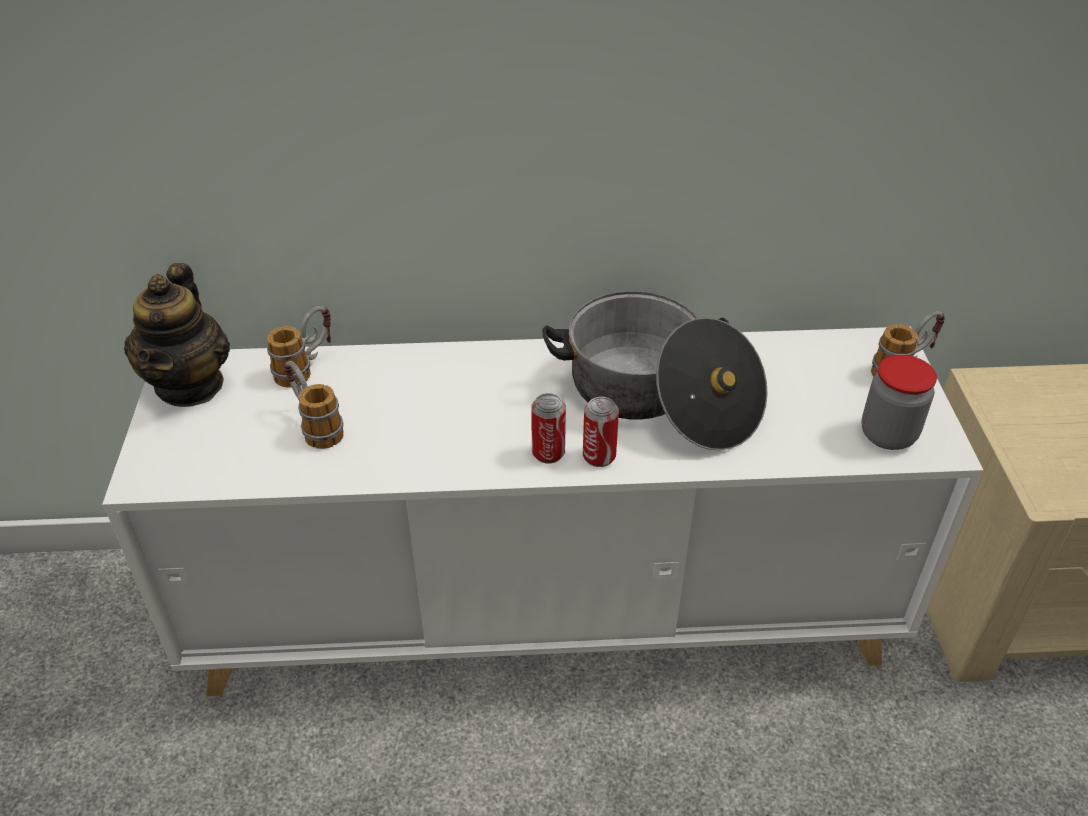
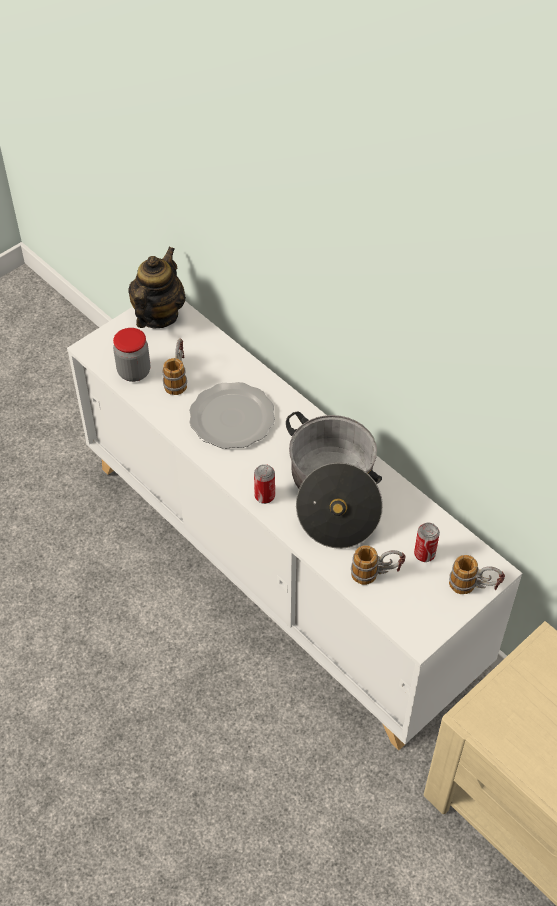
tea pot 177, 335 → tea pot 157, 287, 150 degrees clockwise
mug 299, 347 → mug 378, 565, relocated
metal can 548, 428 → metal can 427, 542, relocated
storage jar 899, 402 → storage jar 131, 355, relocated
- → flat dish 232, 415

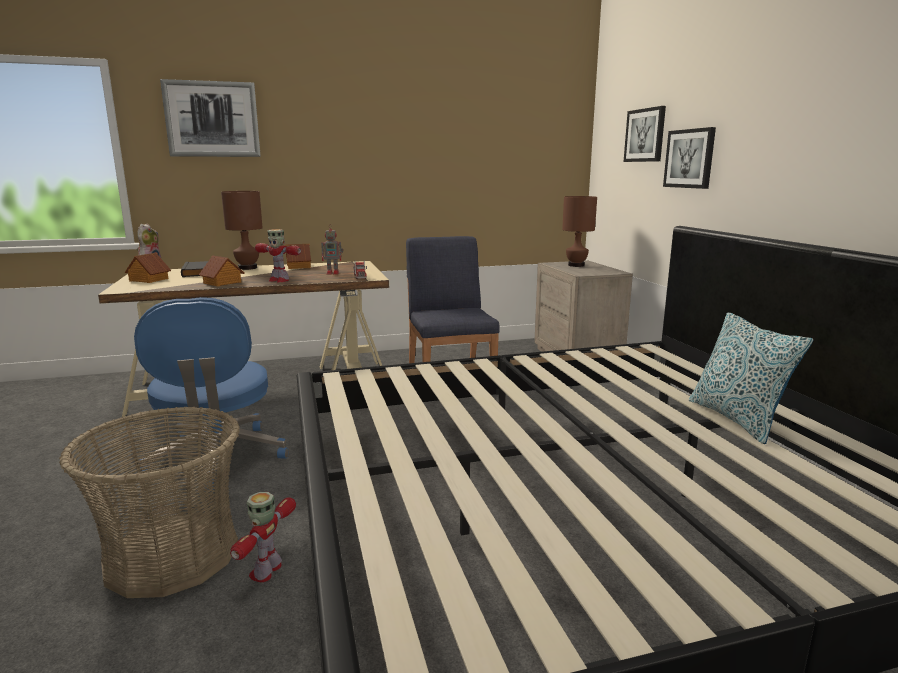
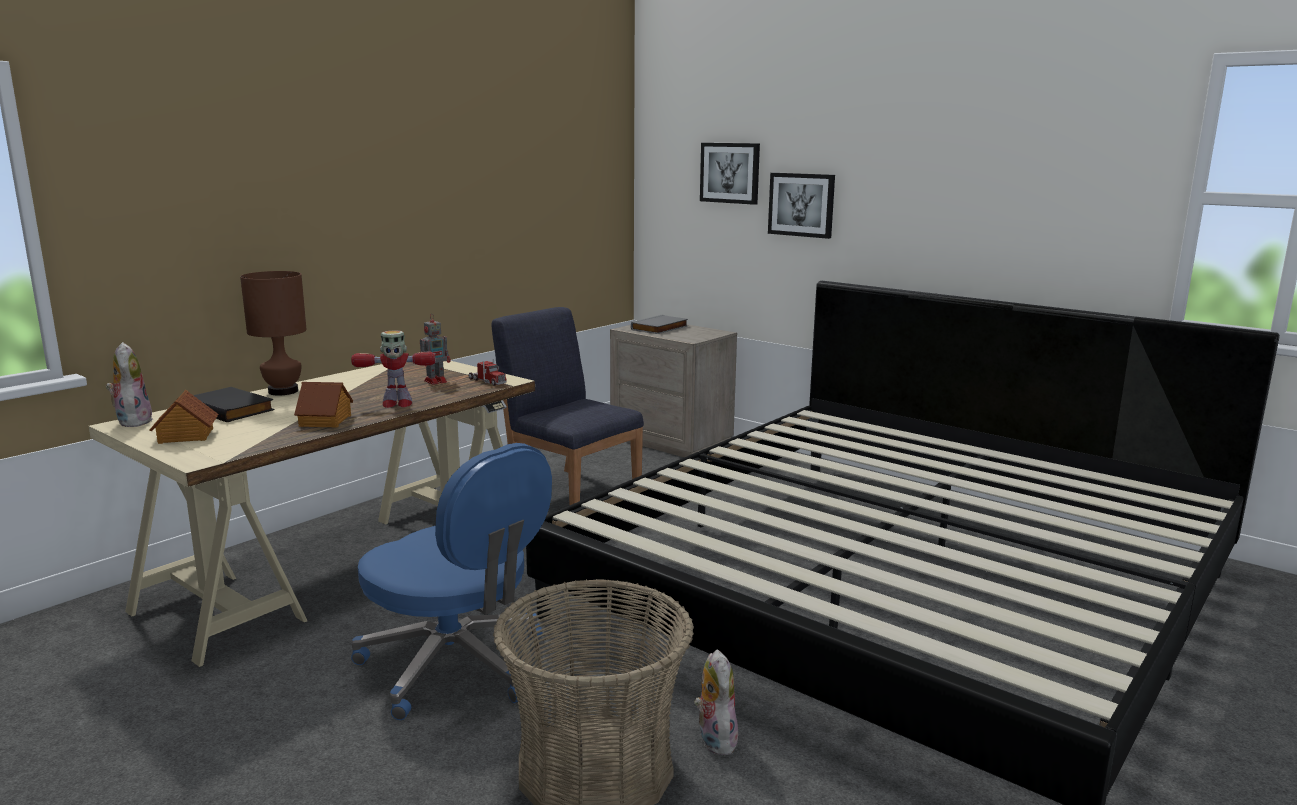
wall picture 210, 118 → -
robot figure 263, 537 → cuddly toy 716, 702
miniature house 298, 256 → -
brownish table lamp 579, 231 → grey volume 659, 324
throw pillow 751, 378 → -

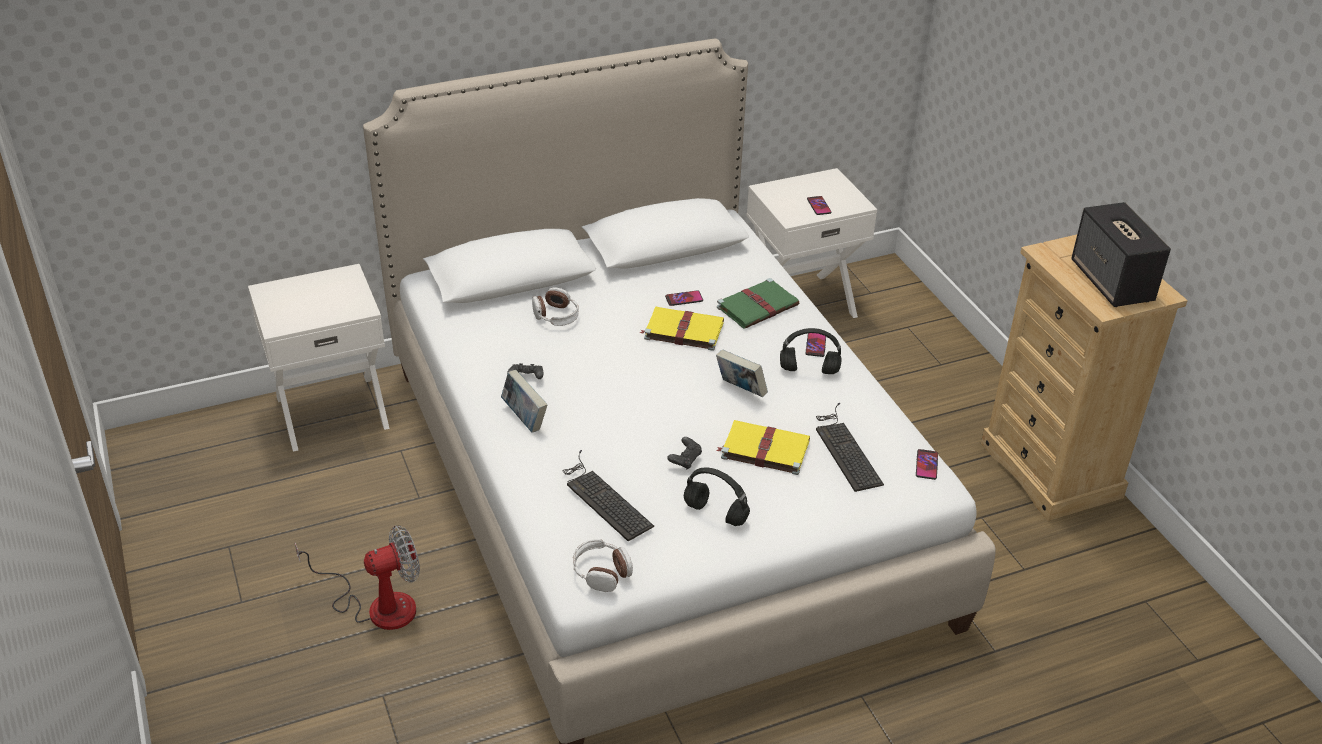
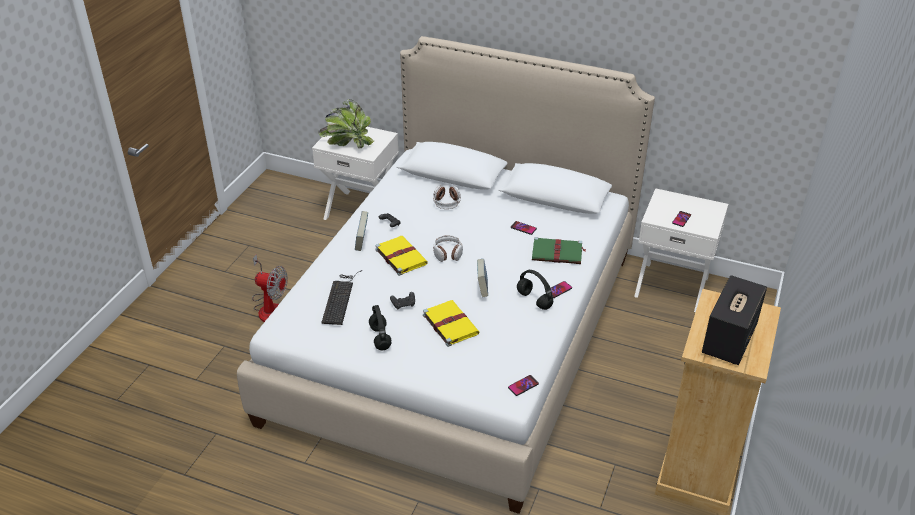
headset 603, 565 → headset 448, 248, relocated
yellow-coloured volume 682, 329 → yellow-coloured volume 401, 256, relocated
keyboard 850, 447 → -
- → potted plant 346, 124

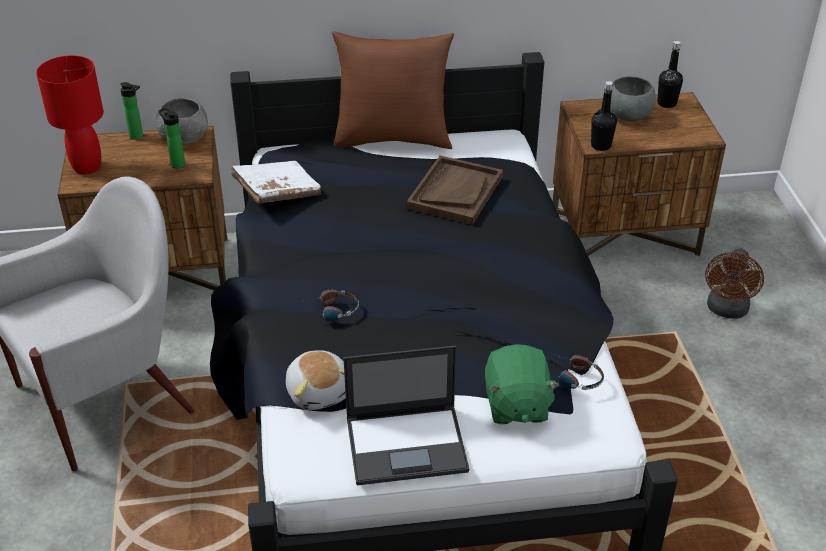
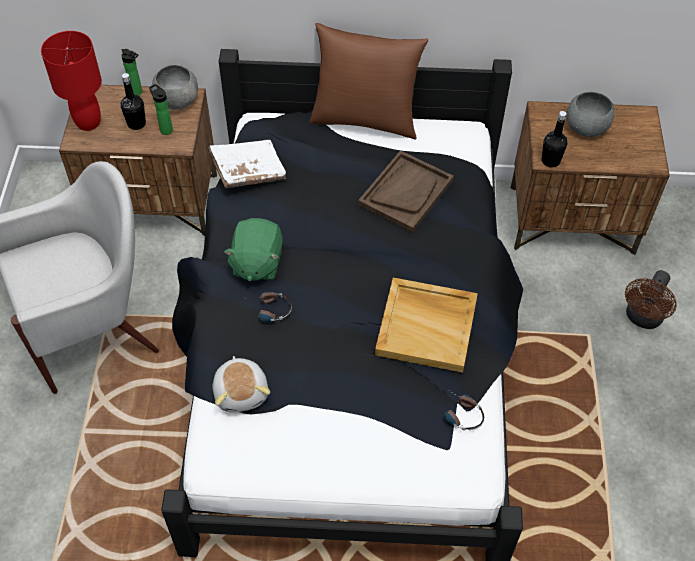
laptop 406, 416 → -
green-coloured cuddly toy 522, 384 → green-coloured cuddly toy 253, 250, relocated
black-coloured drink bottle 670, 74 → black-coloured drink bottle 133, 101, relocated
- → beige tray 426, 325

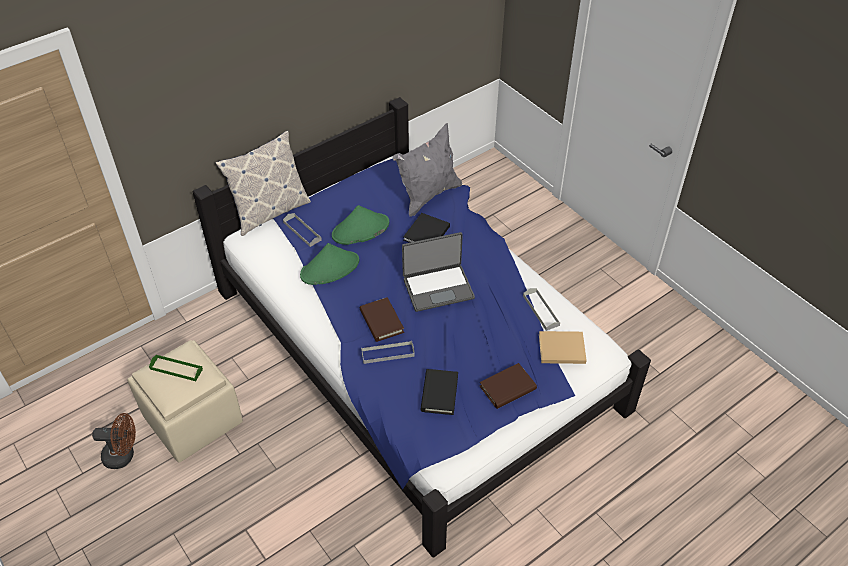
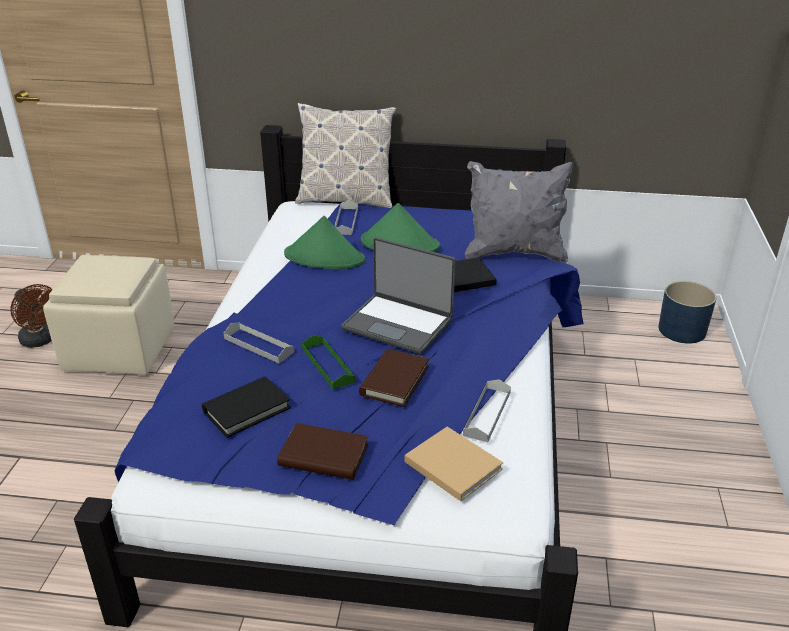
green-coloured tray 176, 367 → green-coloured tray 328, 362, relocated
brownish volume 382, 319 → brownish volume 394, 378, relocated
- → bluish flower pot 687, 312

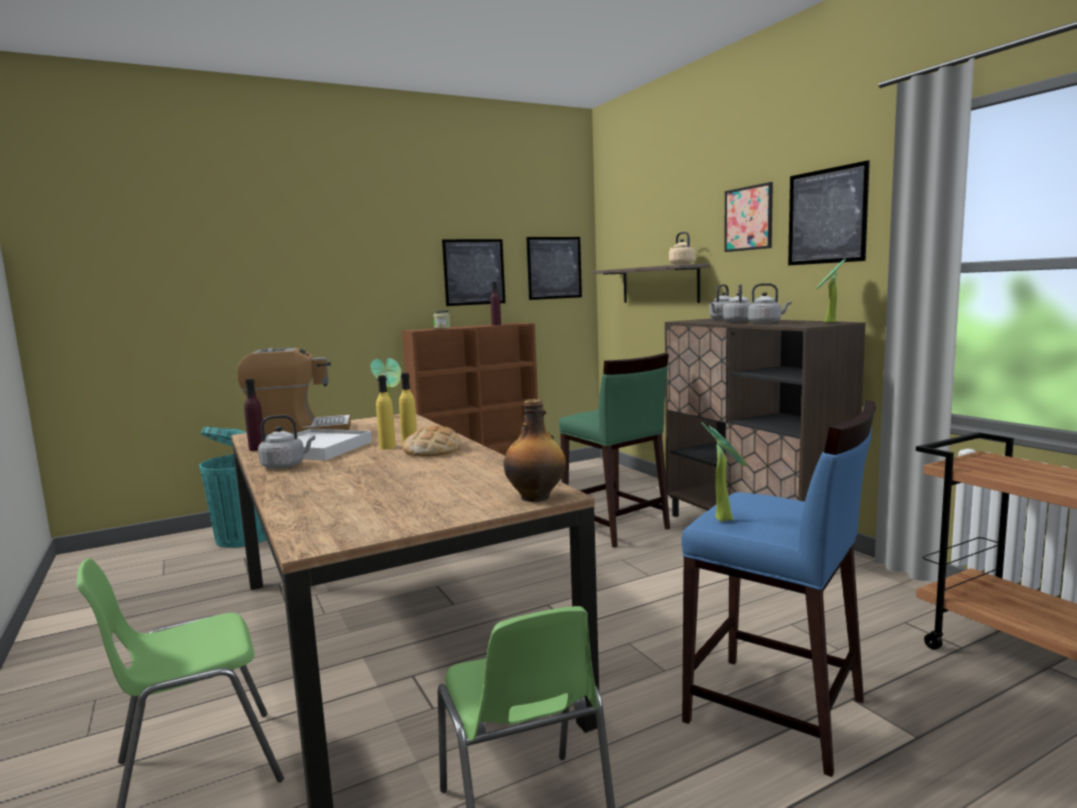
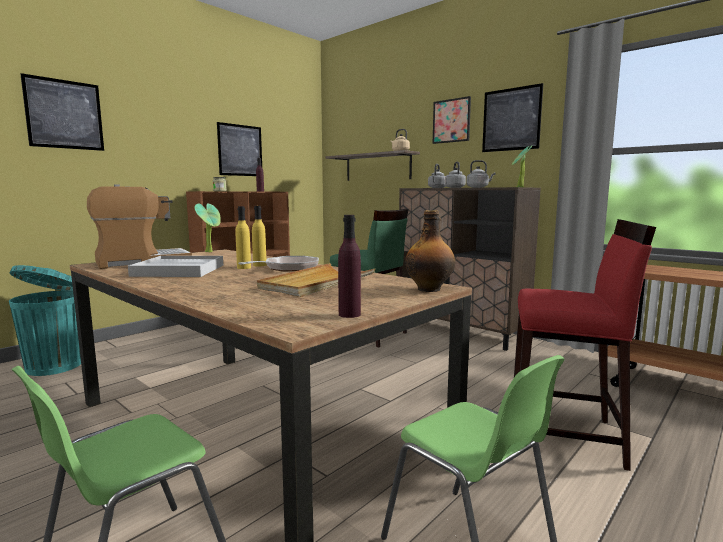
purplish drink bottle 253, 415 → purplish drink bottle 349, 266, relocated
grey kettle 286, 442 → -
baked bread 432, 441 → skillet 278, 263
wall picture 554, 268 → wall picture 62, 112, relocated
bluish stool seat 778, 588 → reddish stool seat 585, 345
potted plant 725, 472 → -
- → beige tray 316, 280

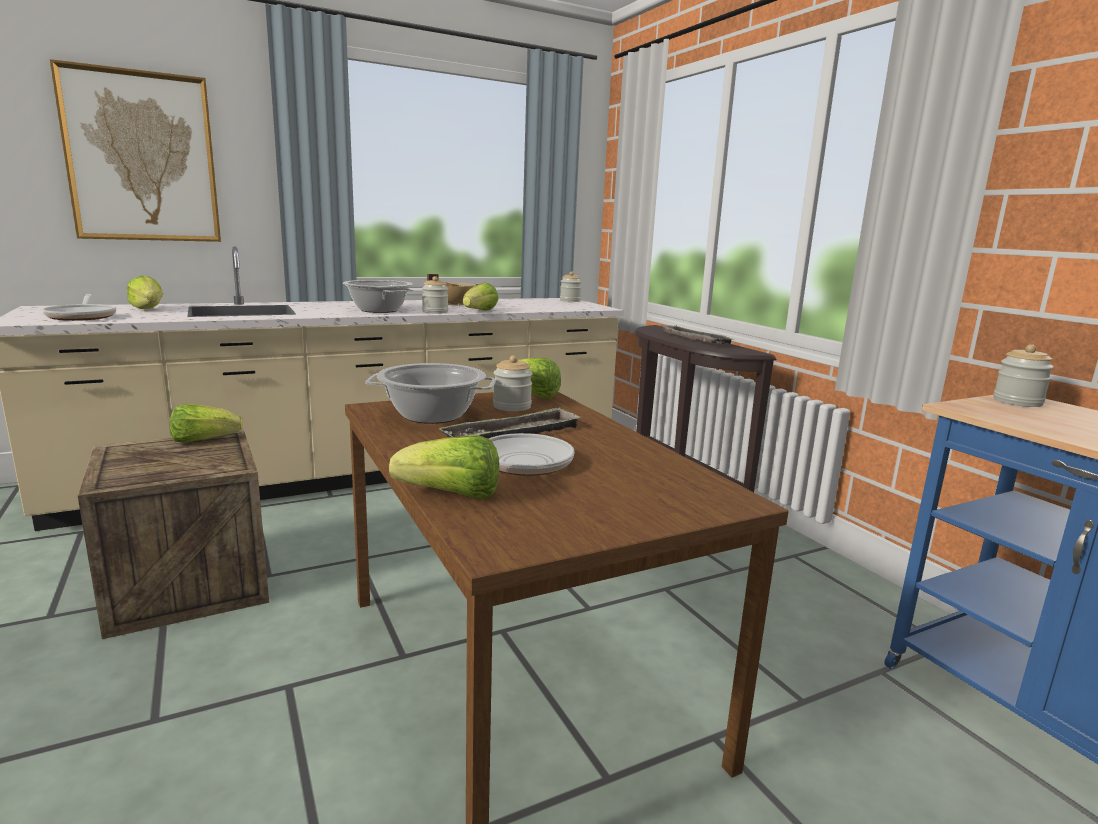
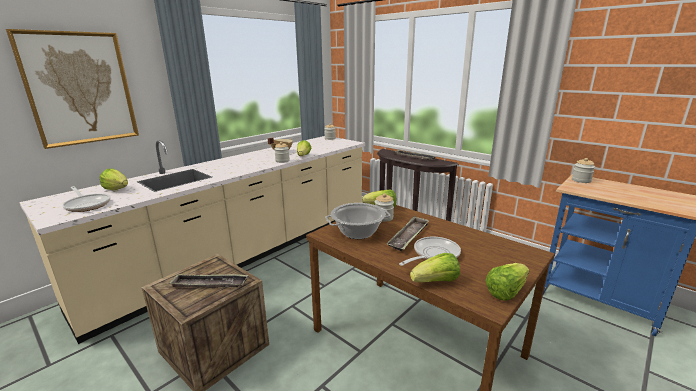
head of lettuce 206, 423 → head of lettuce 507, 282, relocated
cooking pot 378, 296 → -
- → tray 208, 281

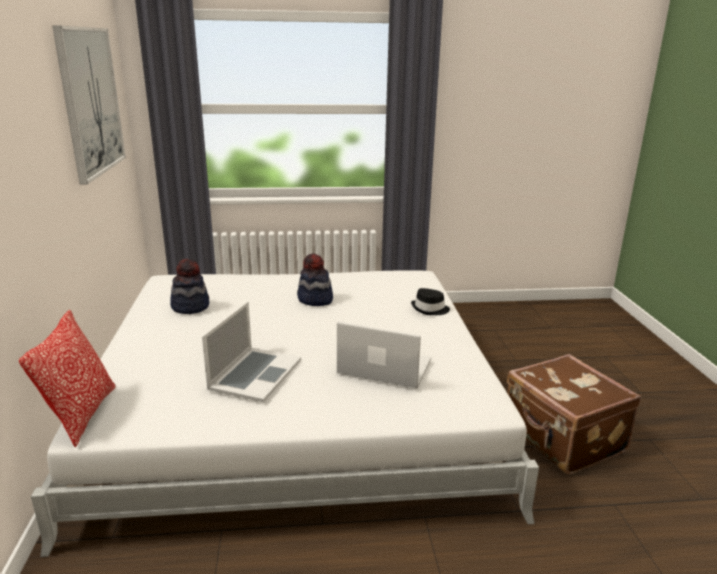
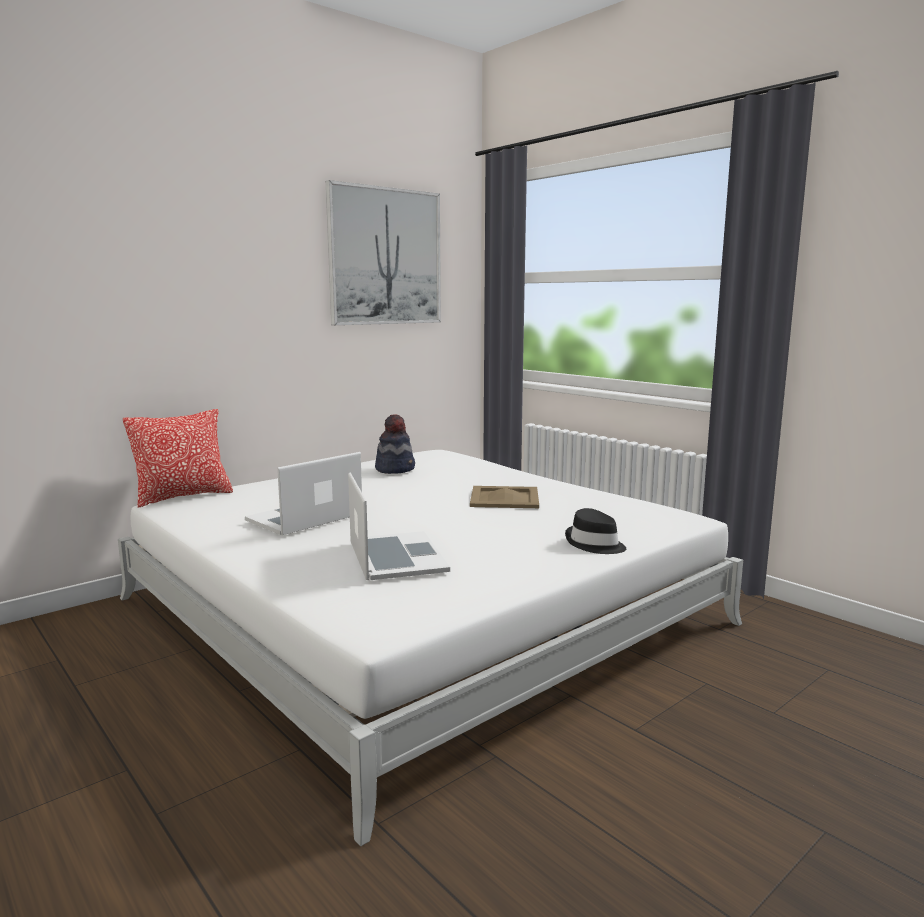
laptop 251, 352 → laptop 303, 493, 150 degrees clockwise
hat 315, 280 → beige tray 504, 497
brownish suitcase 574, 414 → -

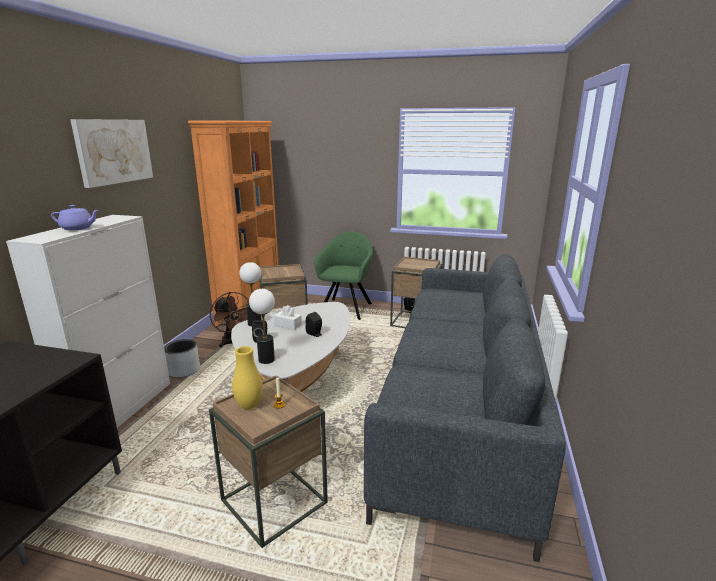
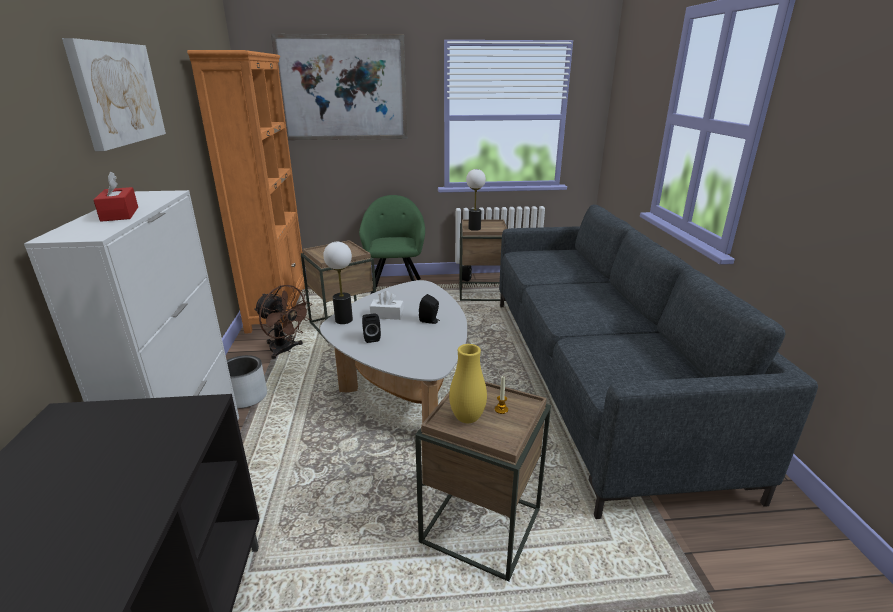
purplish tea pot 75, 217 → reddish tissue box 116, 197
table lamp 262, 326 → table lamp 476, 200, relocated
- → wall picture 339, 87

